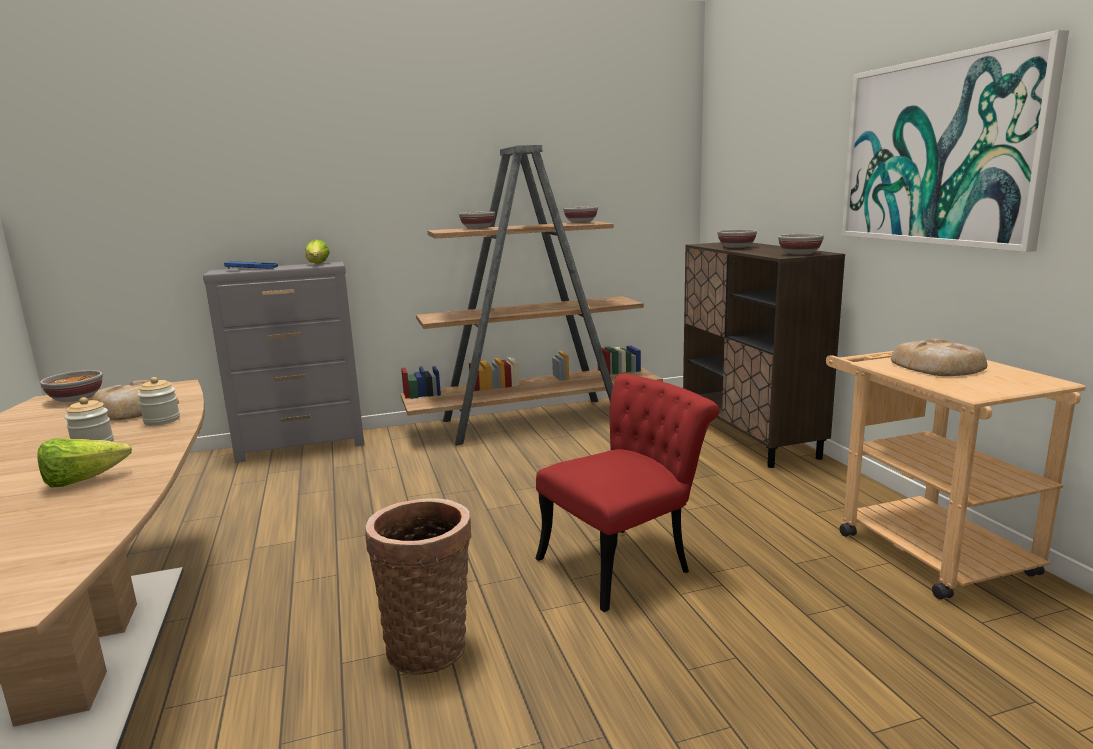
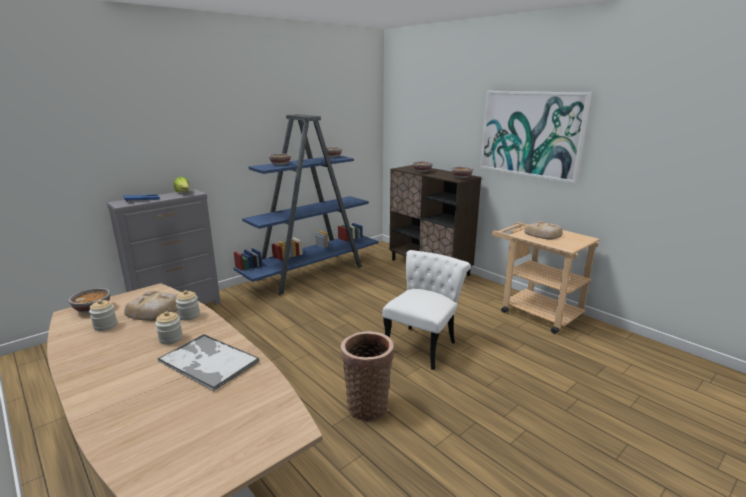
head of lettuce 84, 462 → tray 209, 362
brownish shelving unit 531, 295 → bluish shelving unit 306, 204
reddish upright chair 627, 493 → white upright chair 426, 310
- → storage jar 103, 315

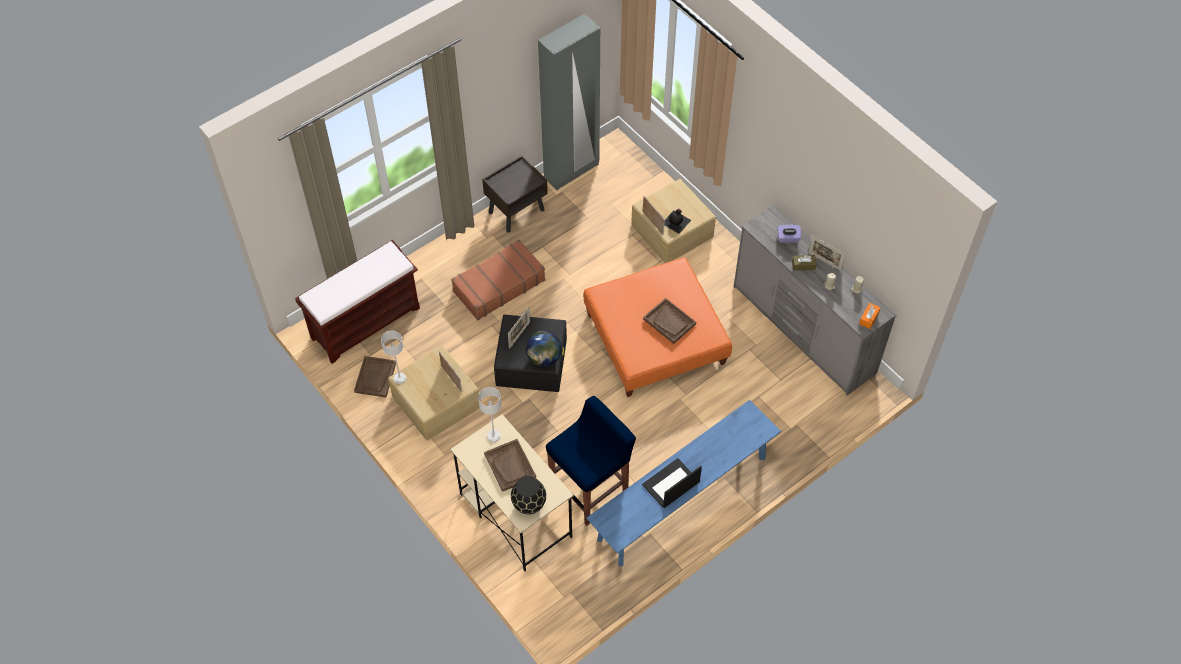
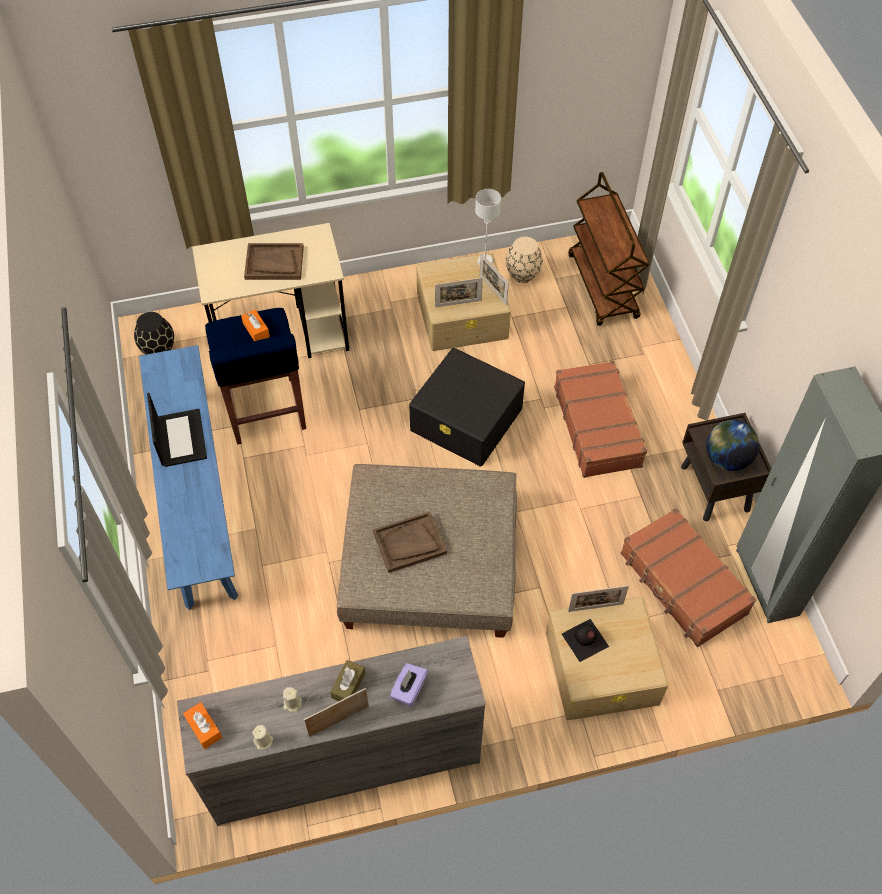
brownish bench 357, 302 → brownish wheeled cart 609, 249
brownish tray 375, 376 → beige decorative vase 524, 260
grey table lamp 489, 414 → -
standing frame 519, 328 → standing frame 494, 279, relocated
black-coloured decorative vase 528, 495 → black-coloured decorative vase 154, 333, relocated
desk globe 544, 349 → desk globe 732, 445, relocated
orange pouffe 657, 327 → beige pouffe 427, 551
- → orange tissue box 255, 325
- → brownish suitcase 688, 577

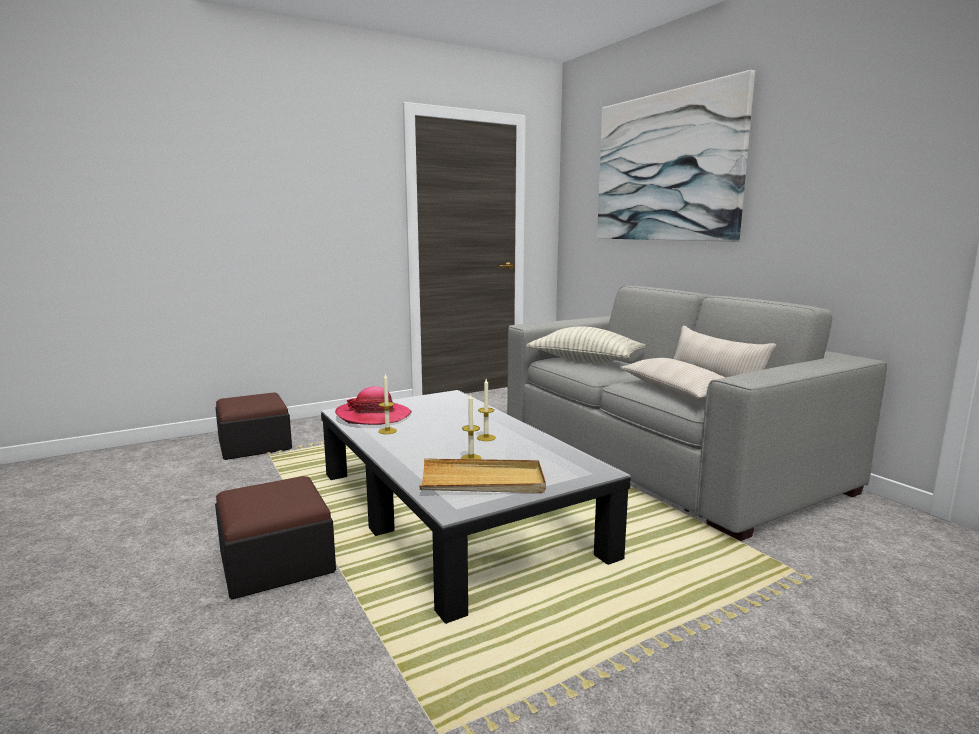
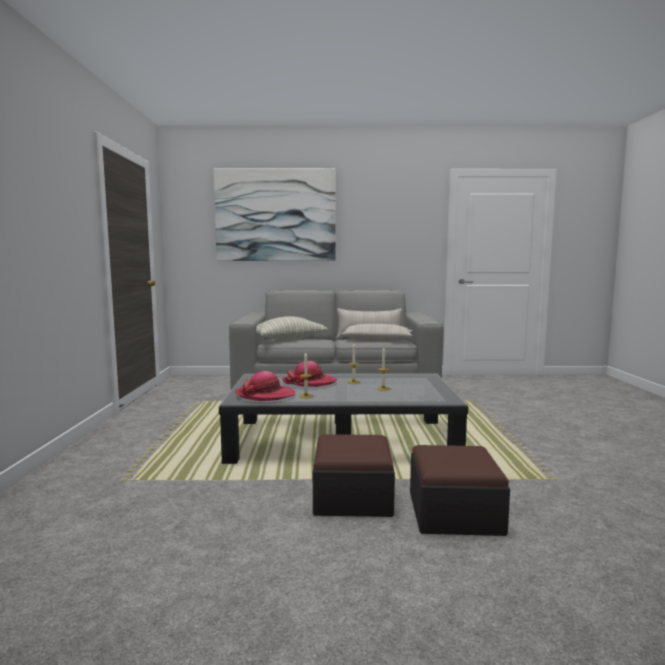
pouffe 253, 426 → pouffe 460, 490, relocated
beige tray 482, 476 → -
- → hat 309, 374

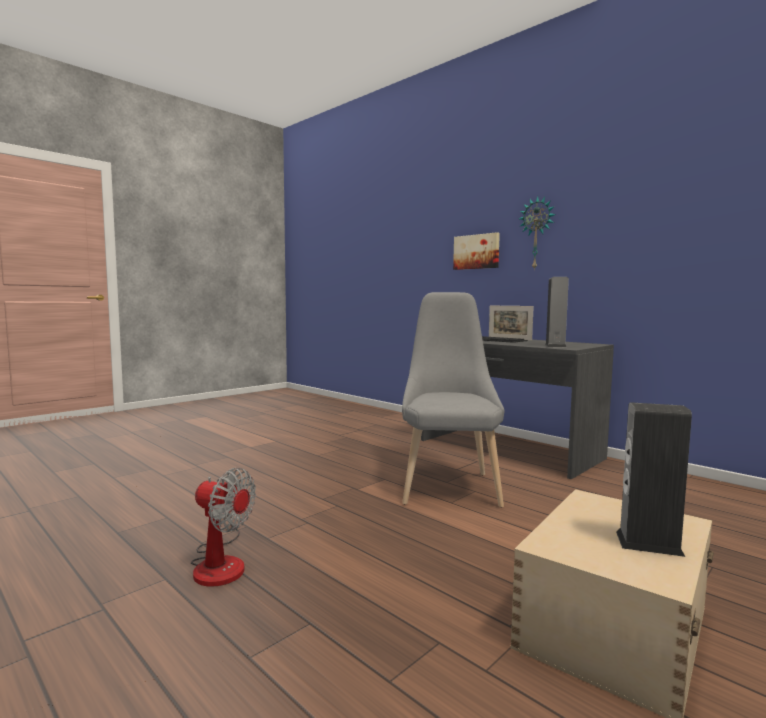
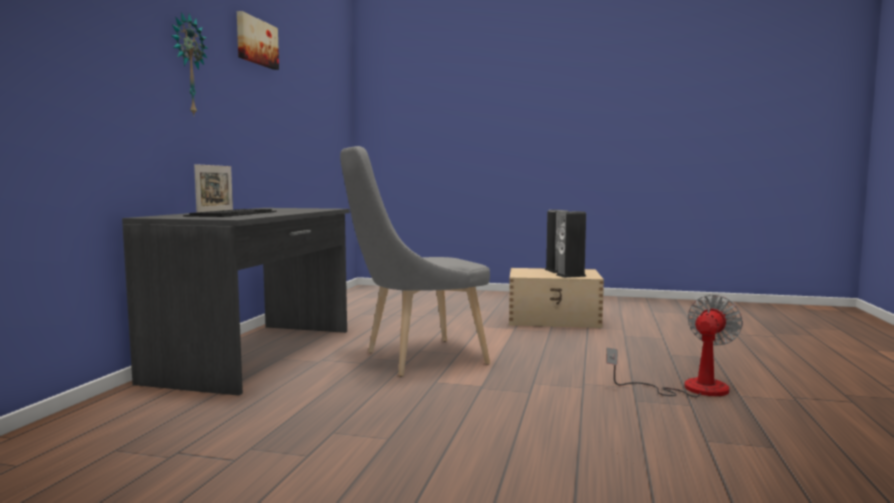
electric fan 223, 527 → electric fan 674, 345, 45 degrees clockwise
wall picture 476, 251 → wall picture 258, 40, relocated
audio speaker 557, 312 → audio speaker 571, 244, relocated

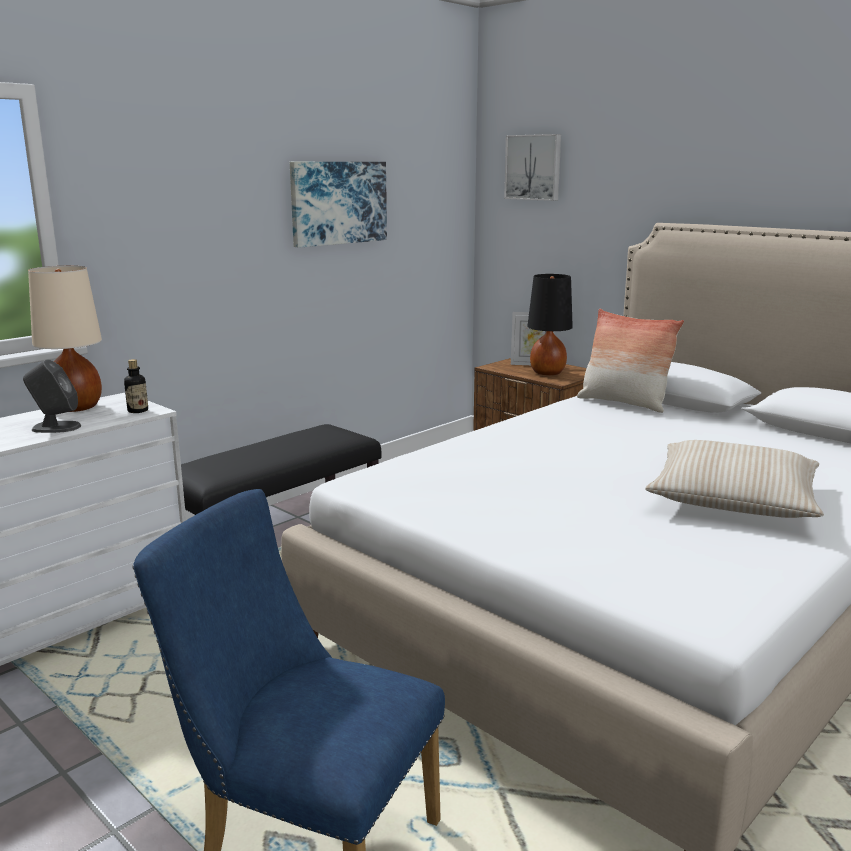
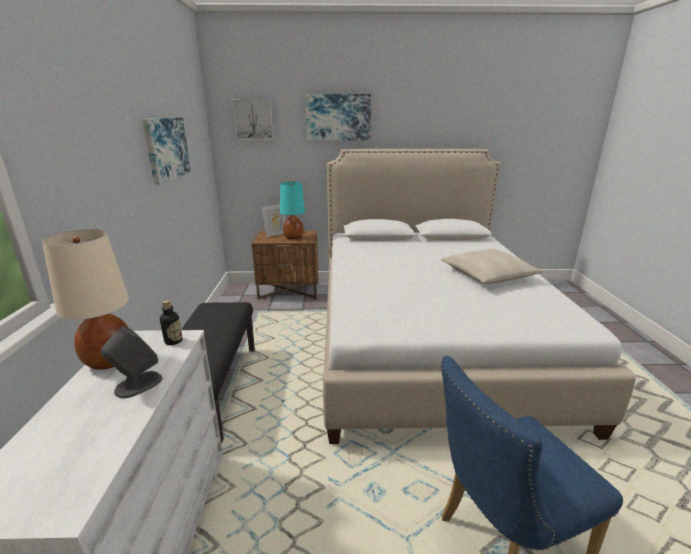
black-coloured table lamp 550, 324 → turquoise table lamp 292, 210
throw pillow 630, 360 → -
- → wall picture 338, 117

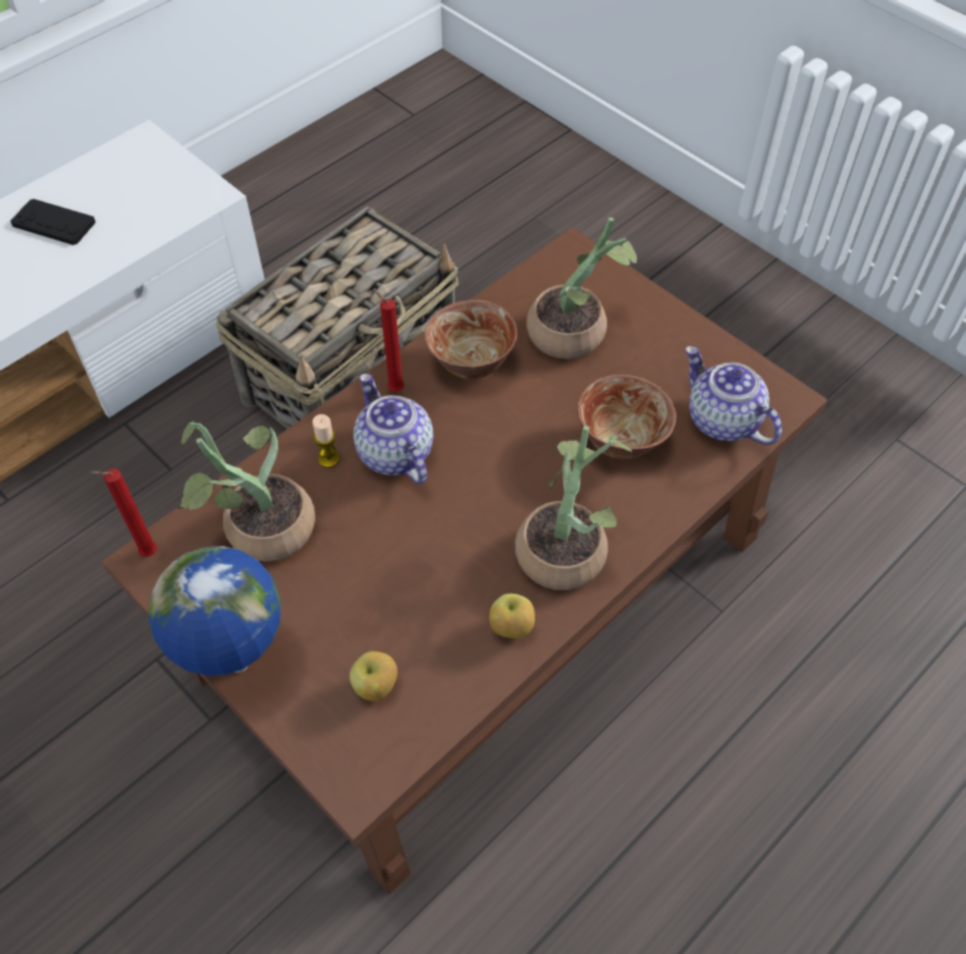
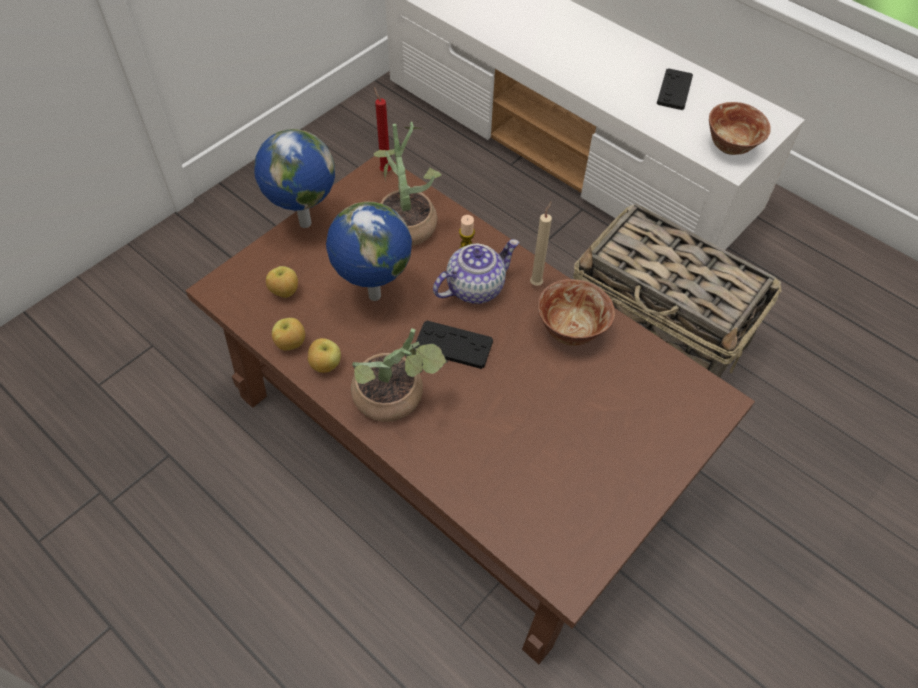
reddish wax light 388, 340 → beige wax light 541, 243
potted plant 581, 288 → -
deep dish 626, 417 → deep dish 740, 128, relocated
tea pot 733, 395 → -
- → whole apple 288, 334
- → desk globe 369, 251
- → black-coloured gamepad 454, 345

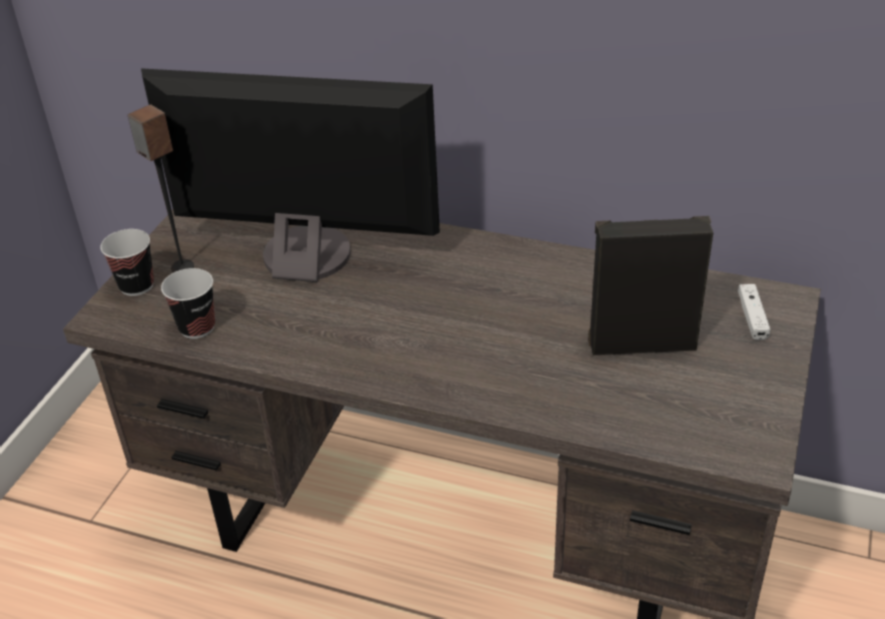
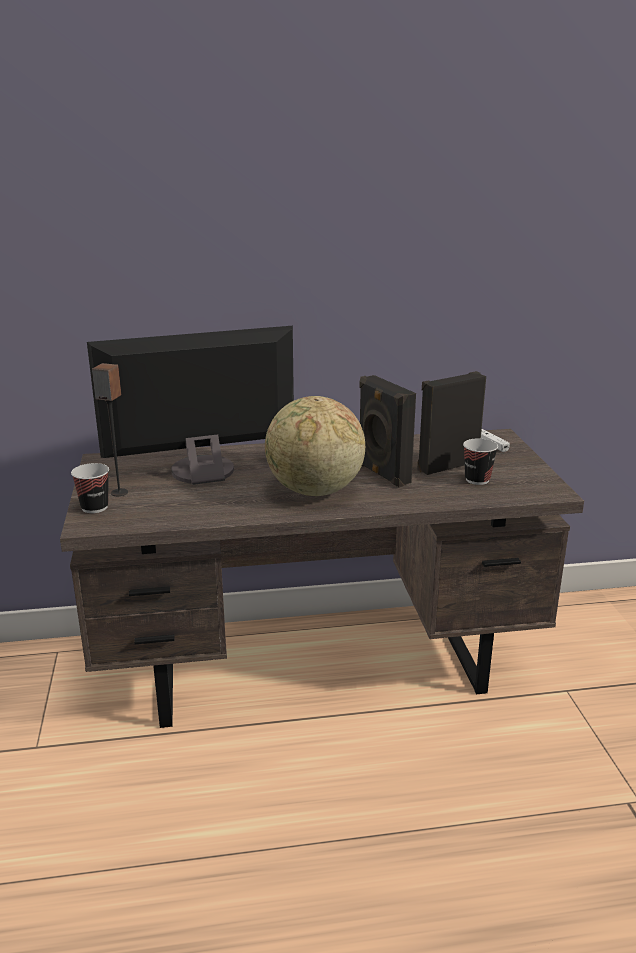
small cup 188, 303 → small cup 480, 462, relocated
- → desk globe 315, 446
- → black-coloured audio speaker 387, 431

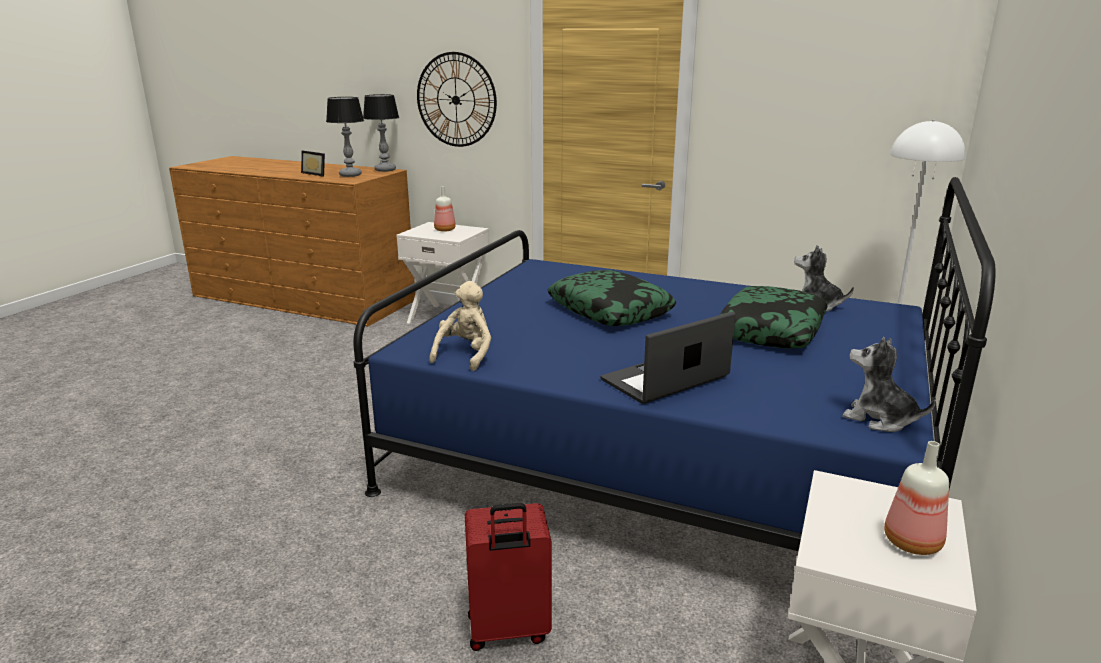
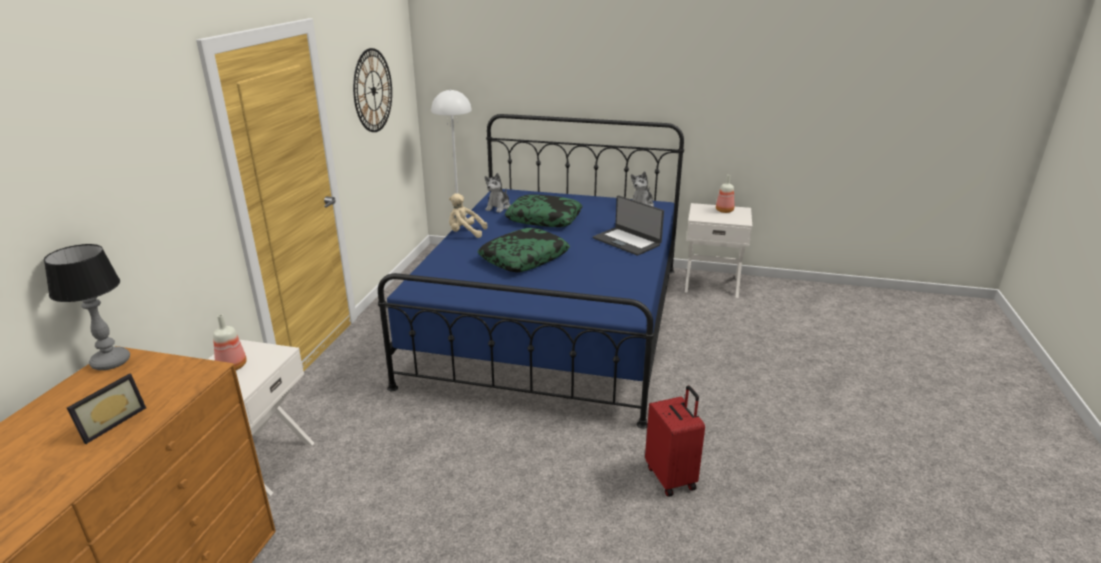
table lamp 345, 137 → -
hanging clock 457, 99 → hanging clock 372, 90, relocated
beige cuddly toy 460, 326 → beige cuddly toy 468, 215, relocated
reddish suitcase 508, 577 → reddish suitcase 675, 441, relocated

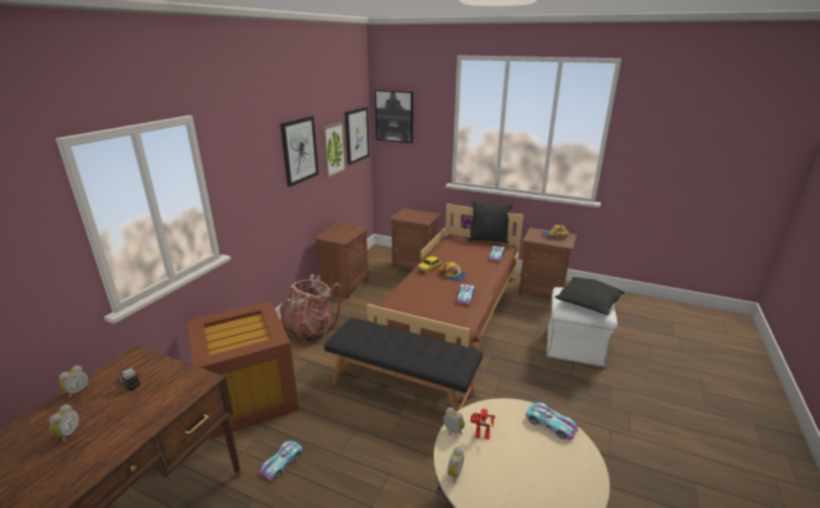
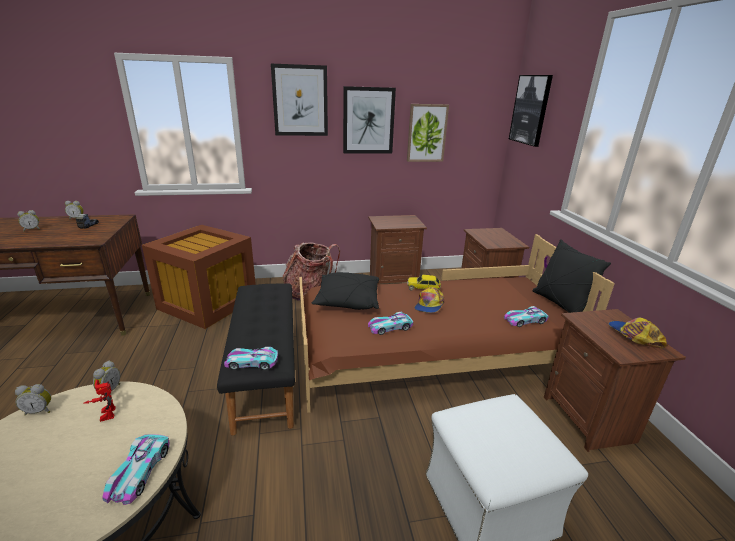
model car 281, 461 → model car 251, 358, relocated
wall picture 357, 136 → wall picture 299, 100, relocated
black-coloured throw pillow 590, 296 → black-coloured throw pillow 345, 291, relocated

